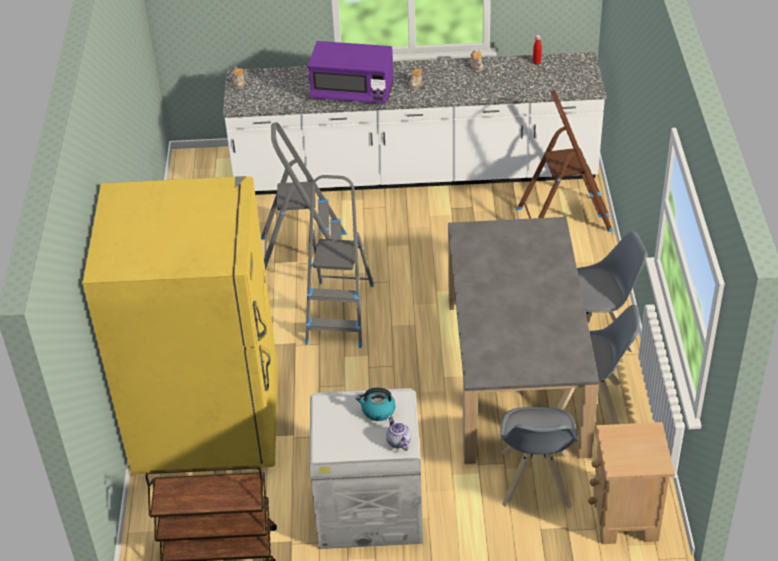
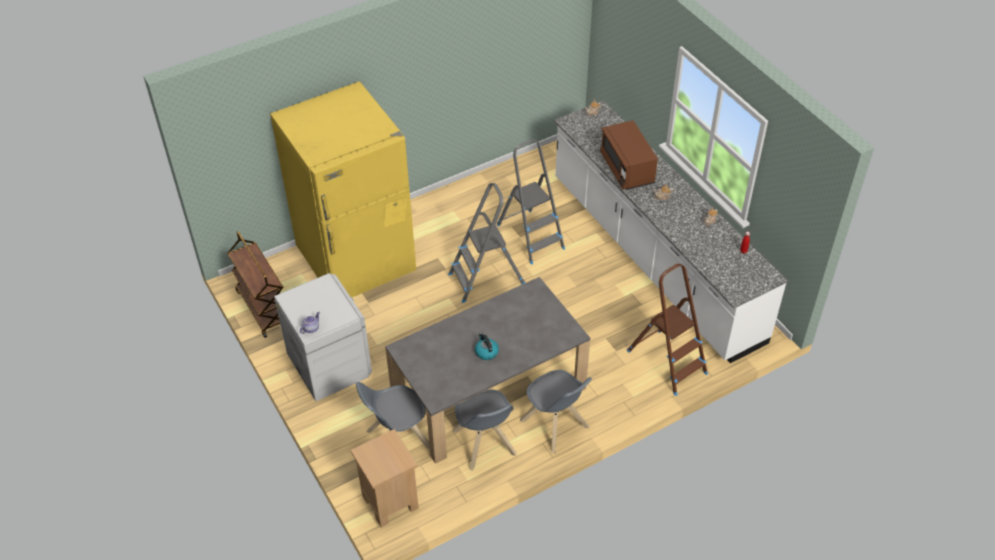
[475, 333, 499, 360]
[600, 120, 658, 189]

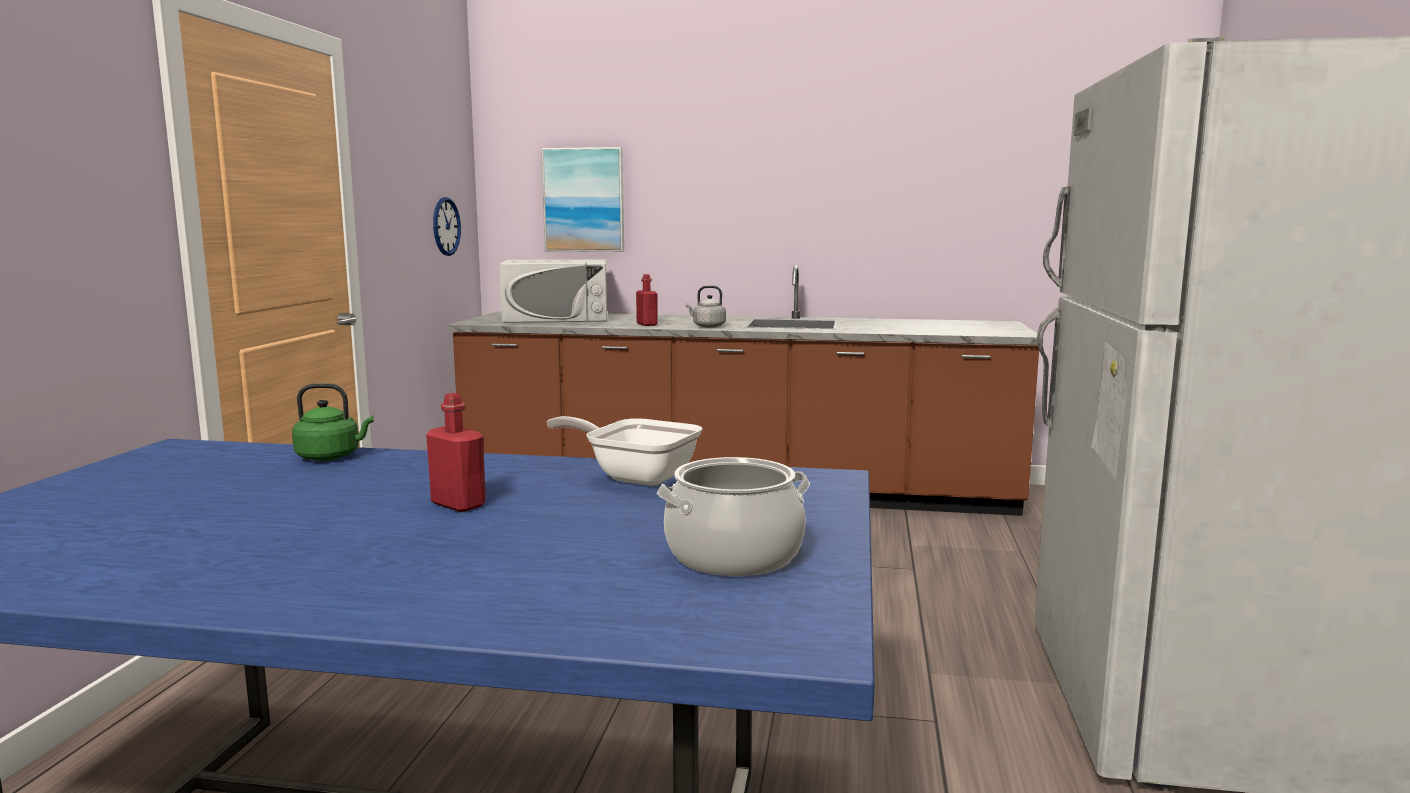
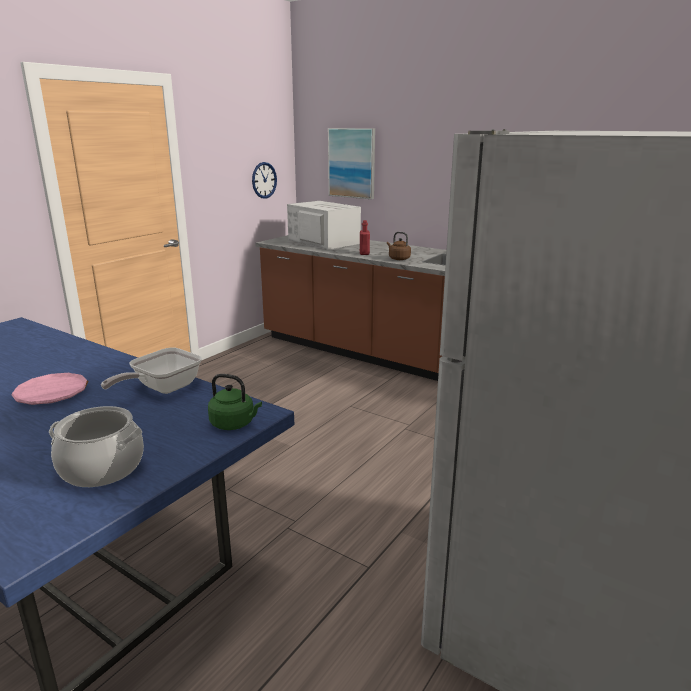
[11, 373, 88, 405]
[101, 348, 202, 394]
[208, 374, 262, 430]
[287, 201, 361, 249]
[387, 232, 411, 260]

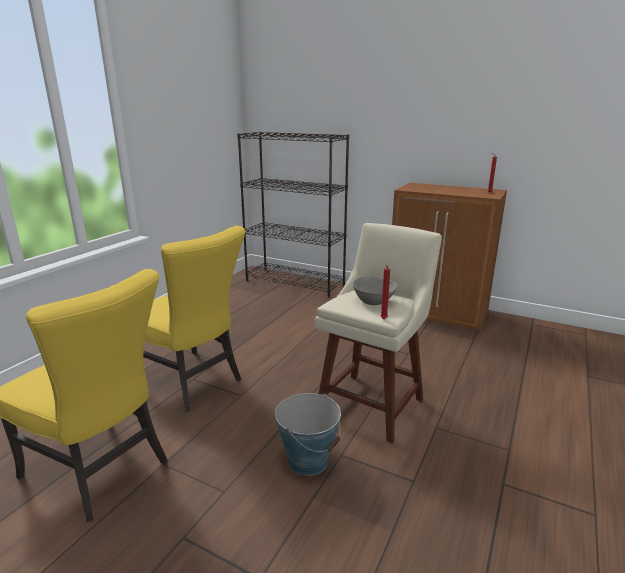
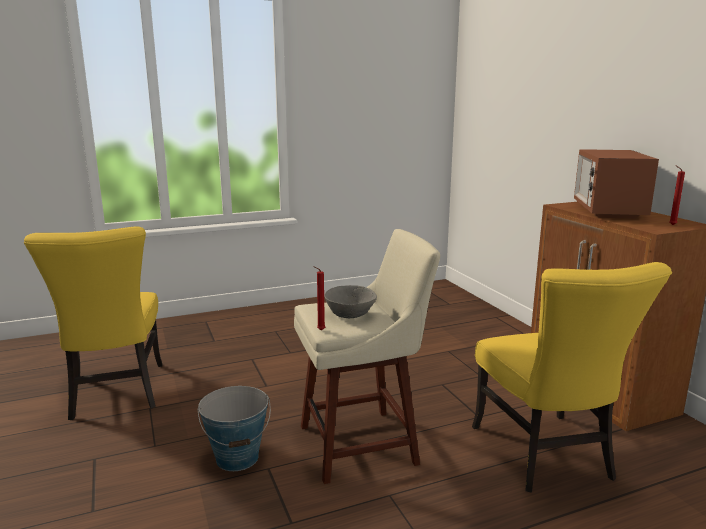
[472, 262, 672, 493]
[574, 149, 659, 219]
[237, 132, 349, 298] (first image)

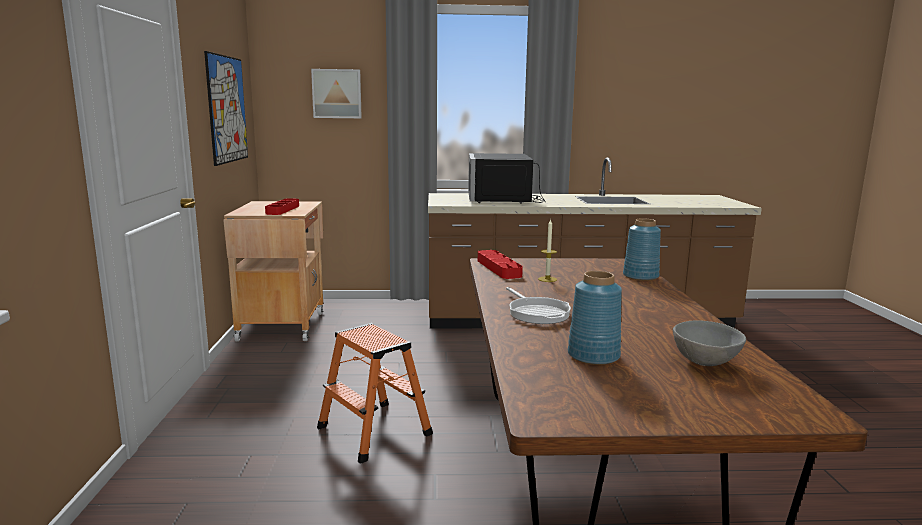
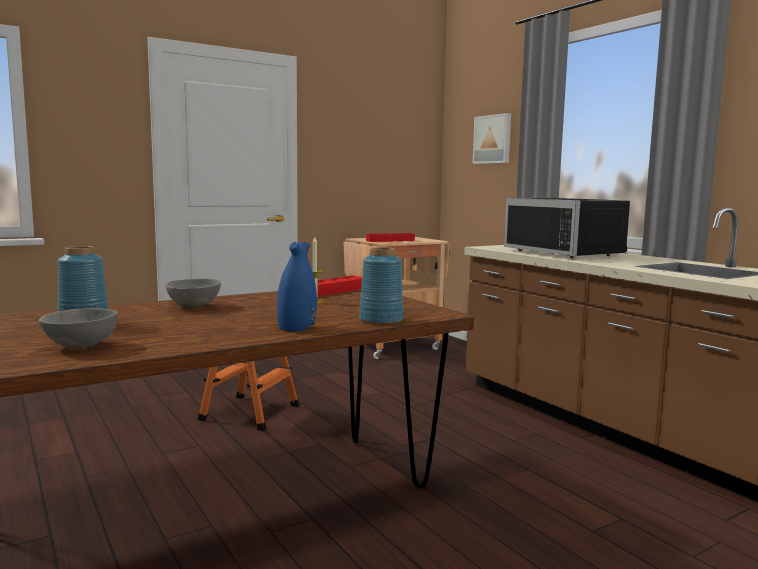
[165, 279, 221, 308]
[277, 242, 317, 332]
[504, 198, 630, 258]
[204, 51, 248, 166] (first image)

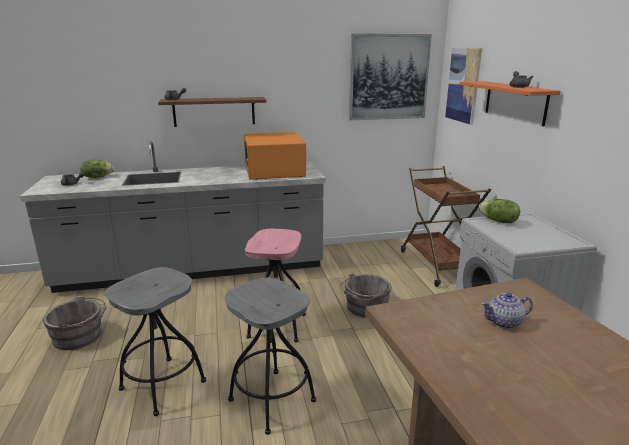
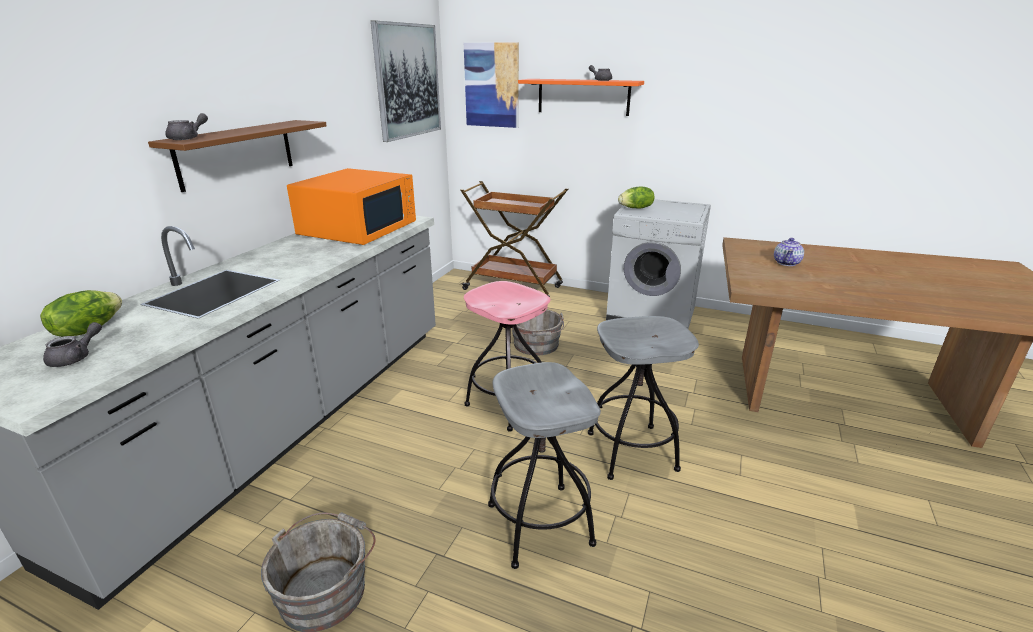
[287, 168, 416, 245]

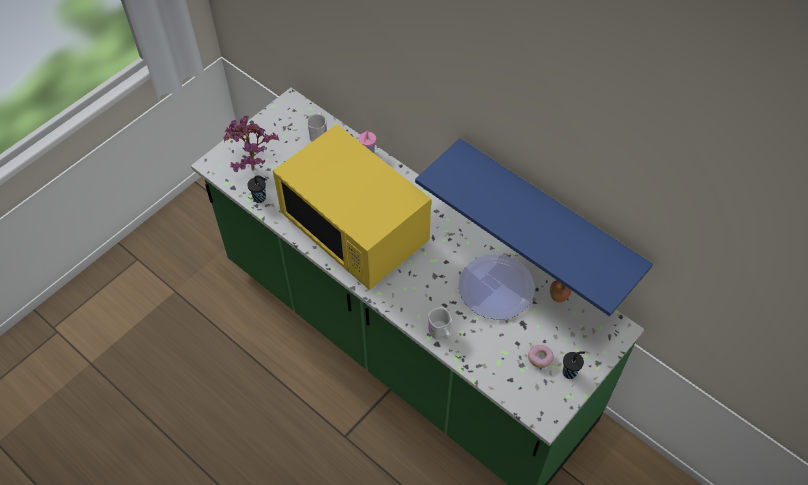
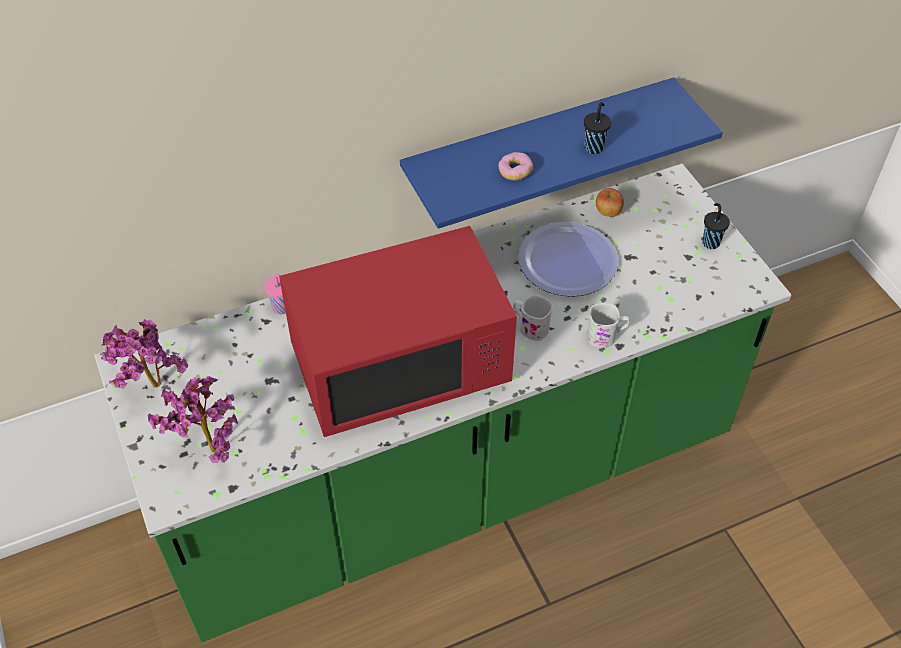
[101, 319, 188, 389]
[279, 226, 517, 437]
[498, 152, 533, 180]
[513, 295, 553, 341]
[584, 102, 611, 154]

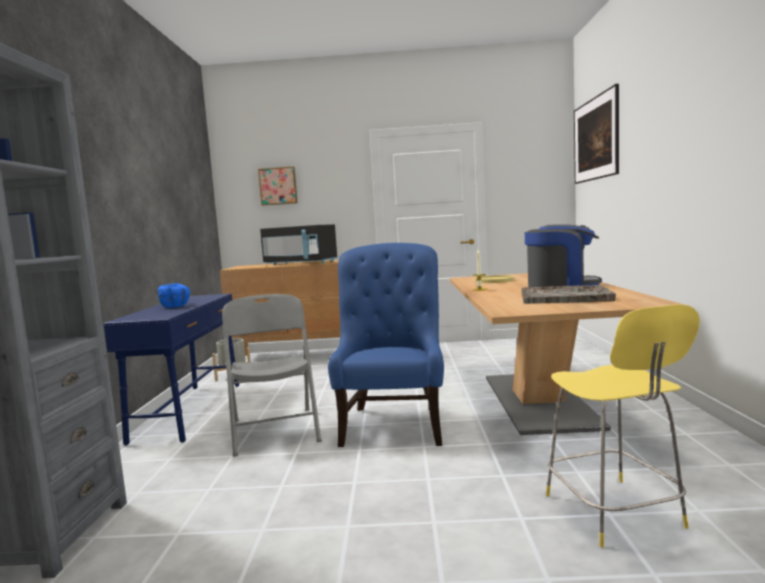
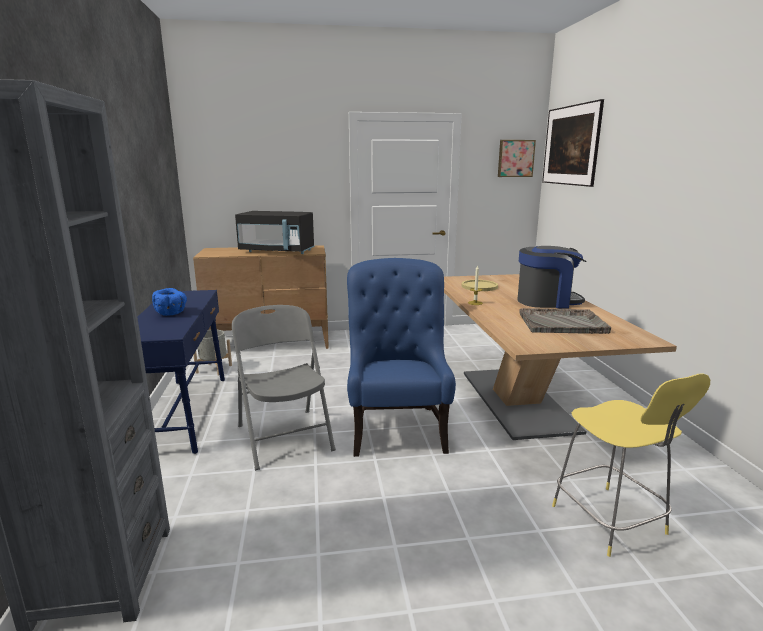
[498, 140, 536, 177]

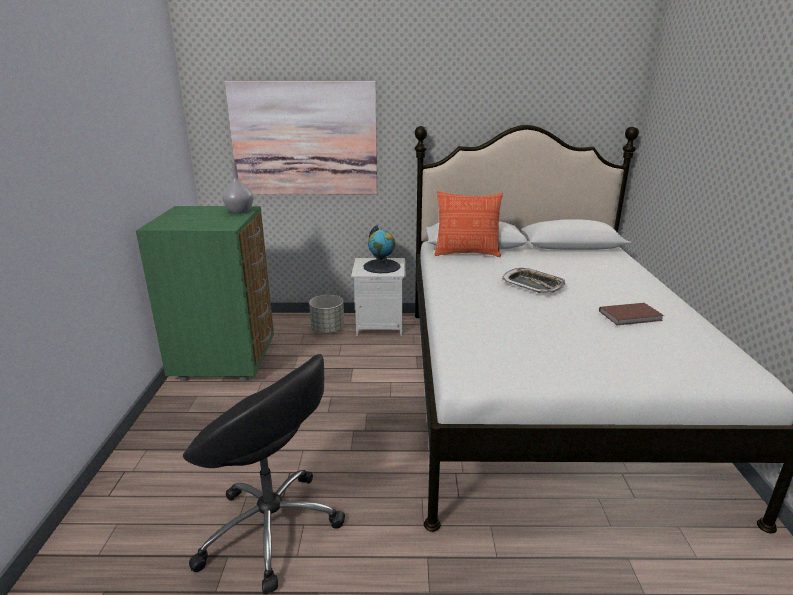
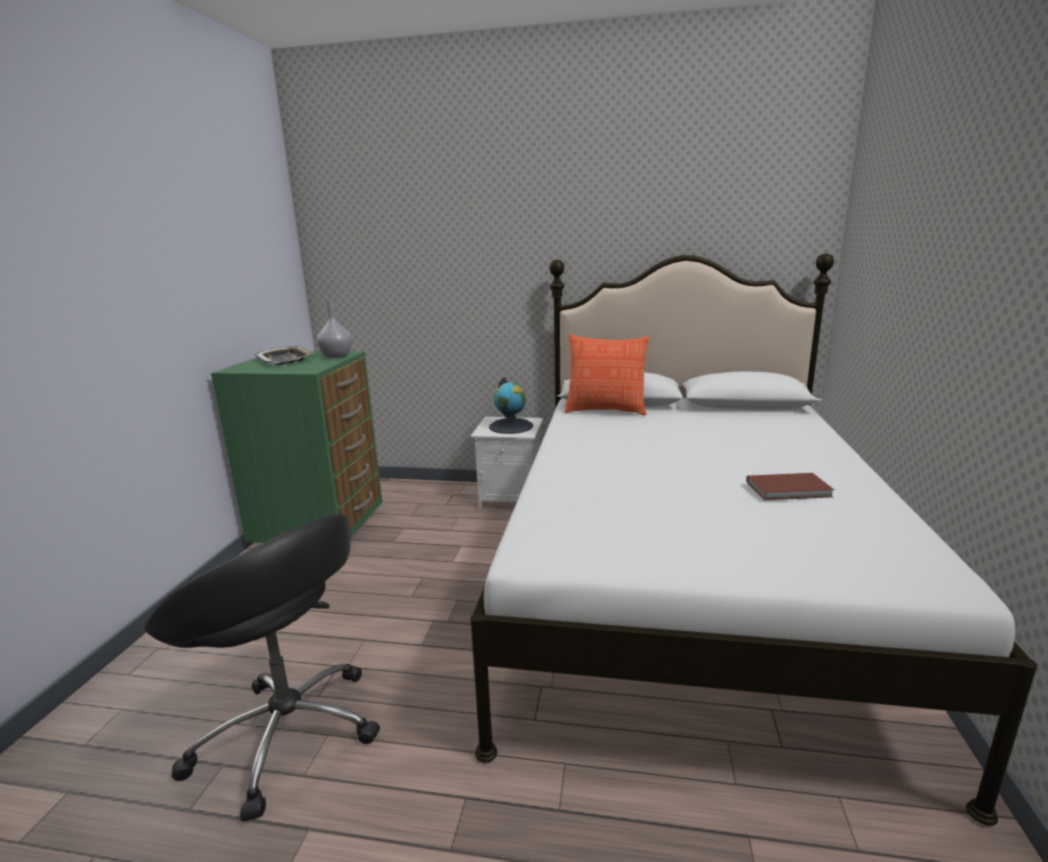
[255, 346, 314, 365]
[225, 81, 377, 194] (first image)
[309, 295, 344, 334] (first image)

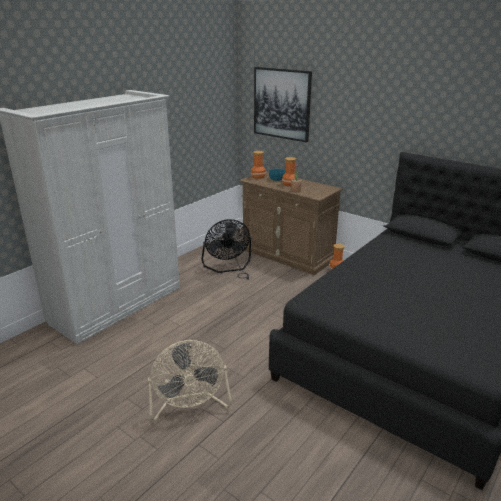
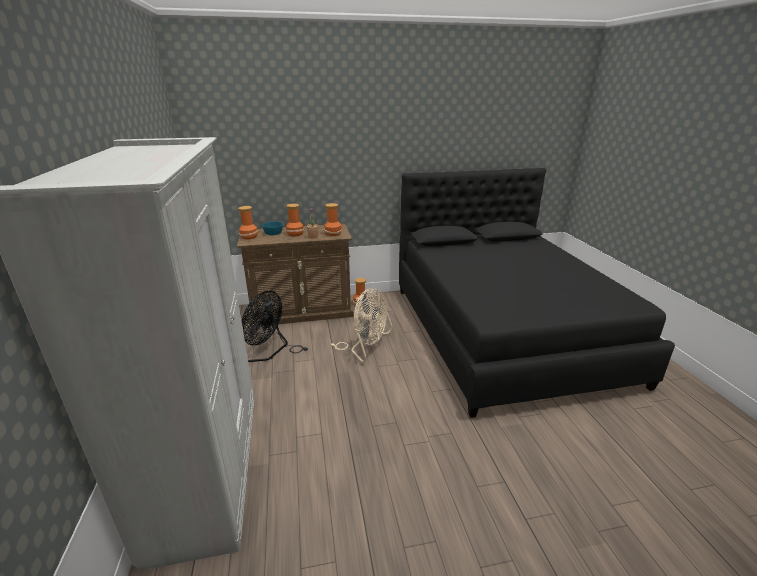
[324, 203, 342, 236]
[330, 288, 393, 364]
[254, 67, 312, 143] (first image)

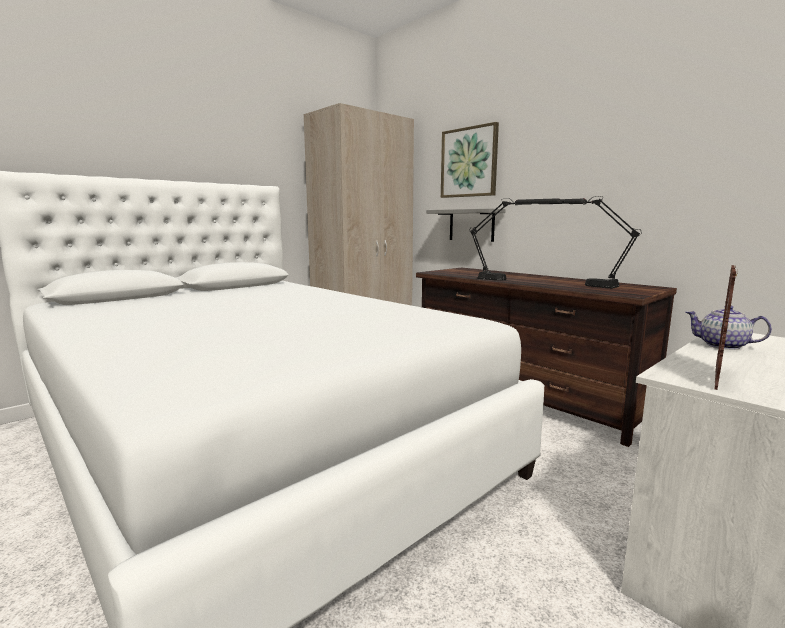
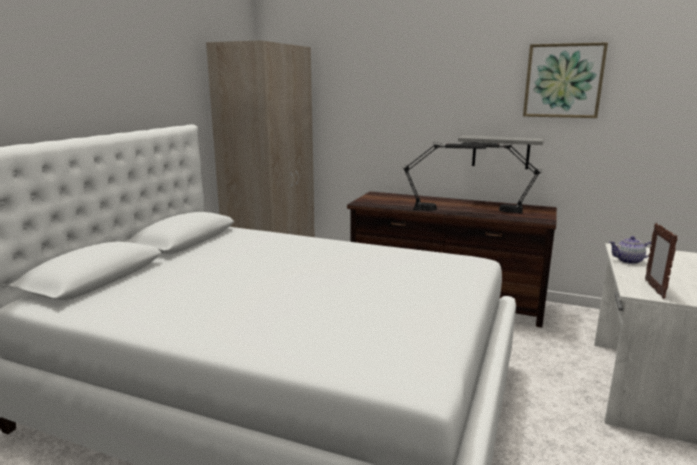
[458, 135, 544, 169]
[523, 42, 608, 118]

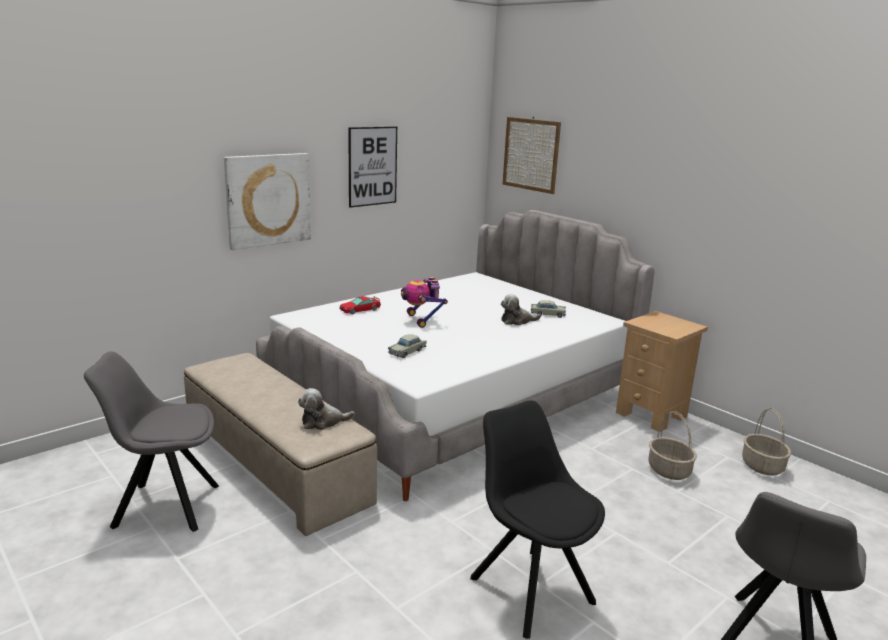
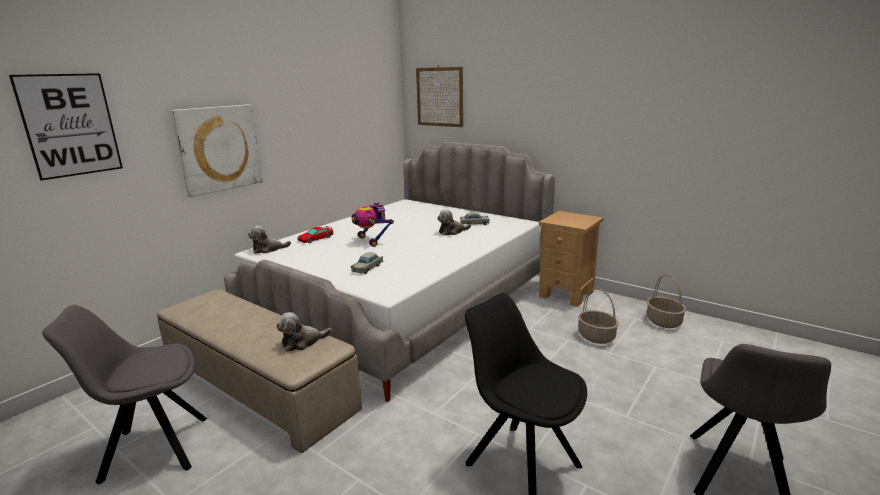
[9, 73, 123, 180]
[248, 226, 291, 254]

